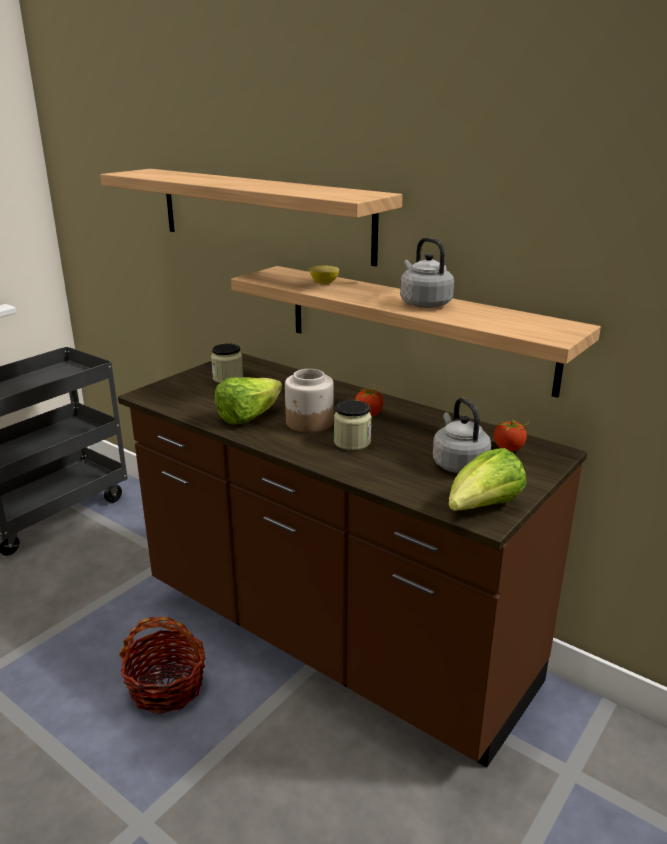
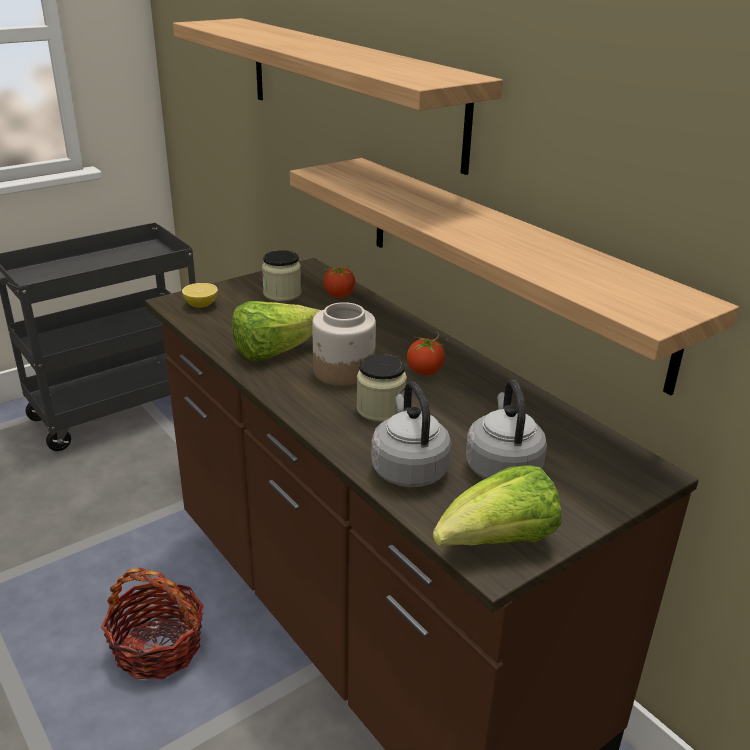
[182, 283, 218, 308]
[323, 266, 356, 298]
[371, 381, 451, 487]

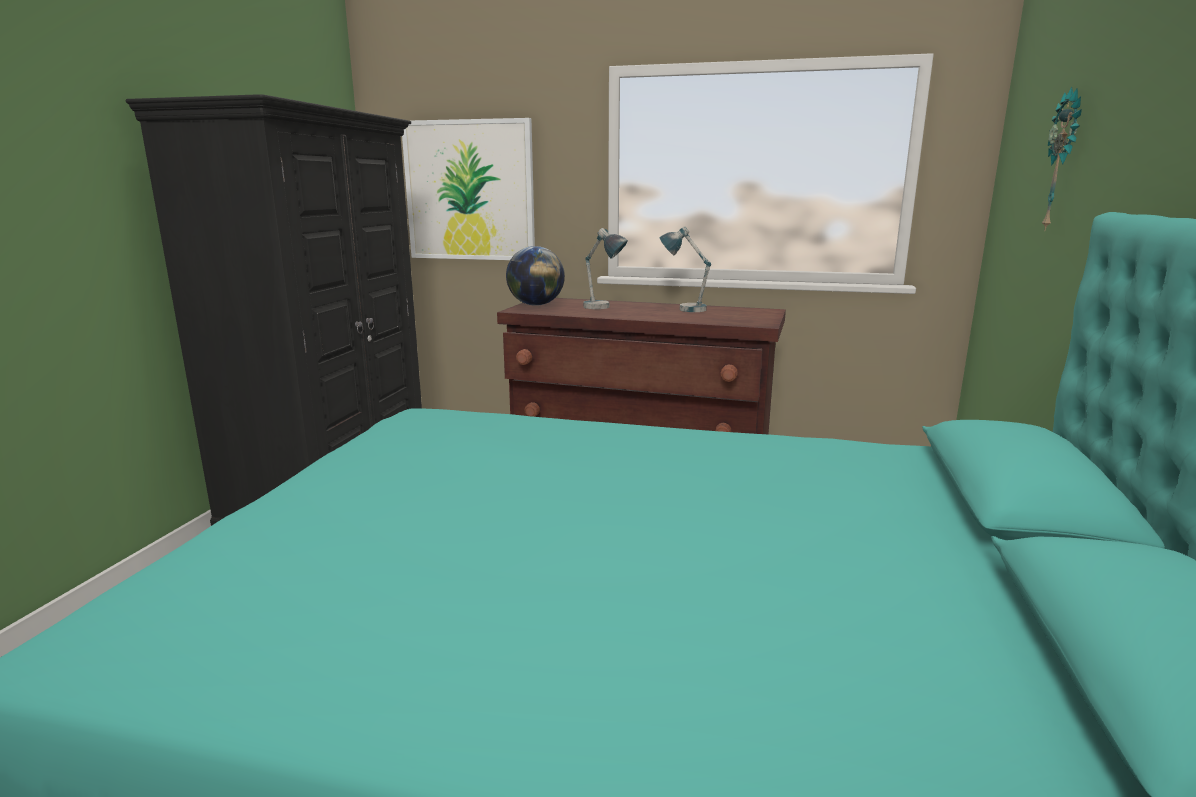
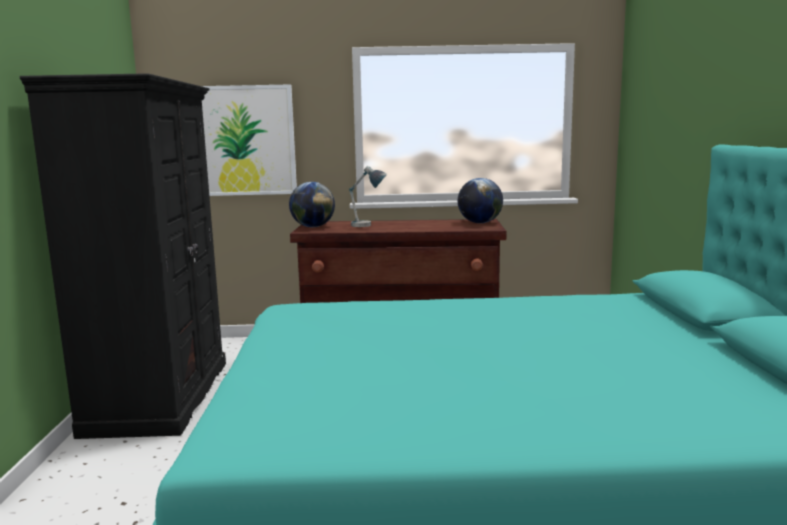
[458, 178, 503, 223]
[659, 226, 711, 312] (first image)
[1042, 87, 1082, 230] (first image)

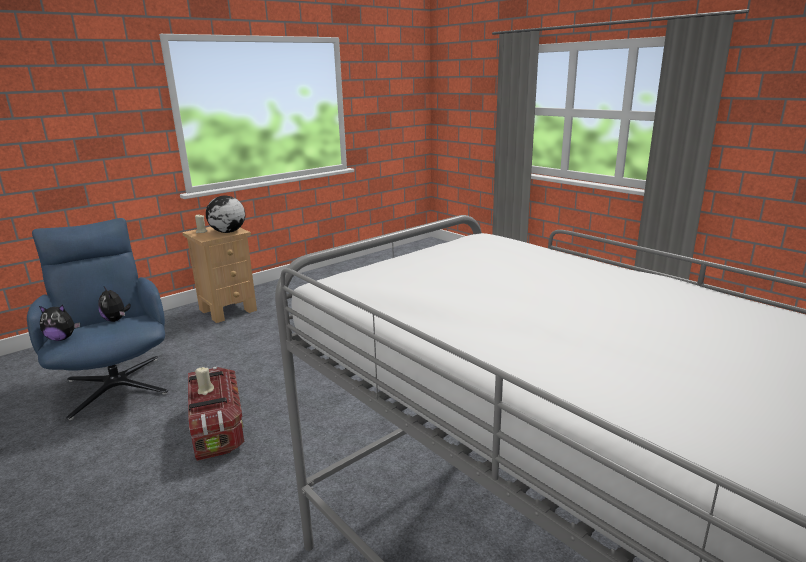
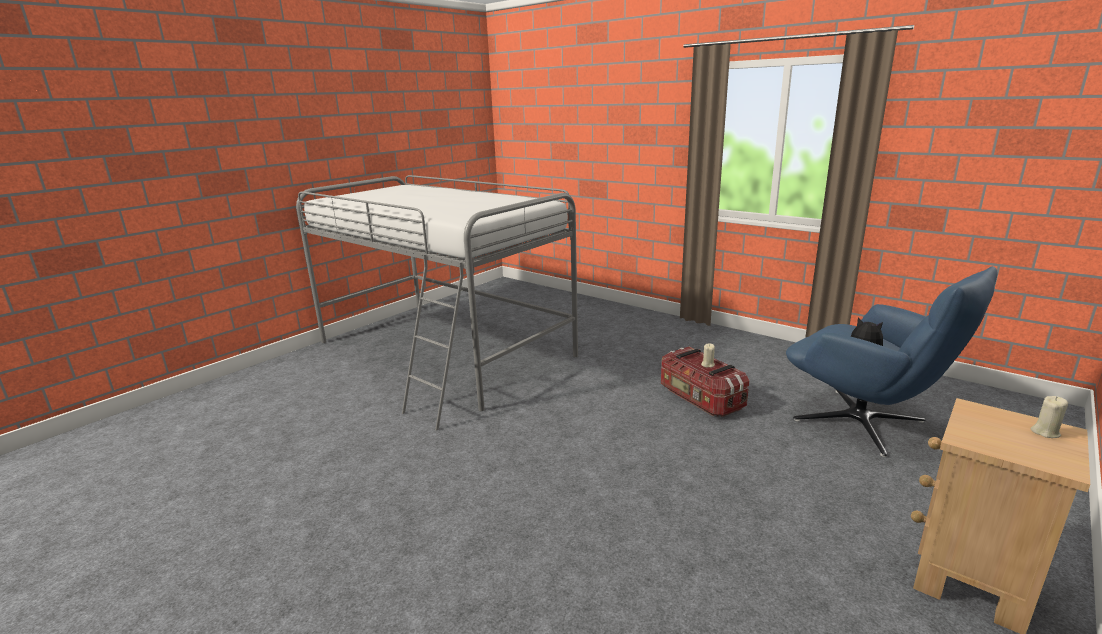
[39, 305, 80, 341] (first image)
[206, 196, 245, 233] (first image)

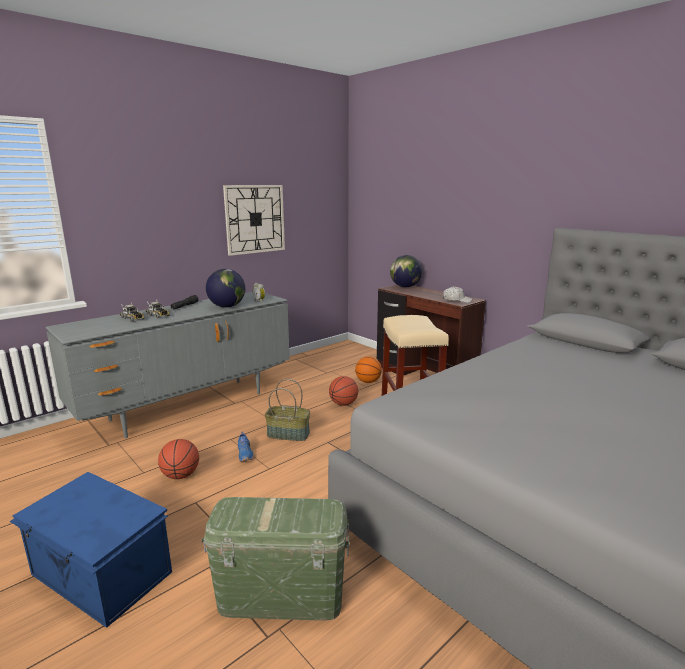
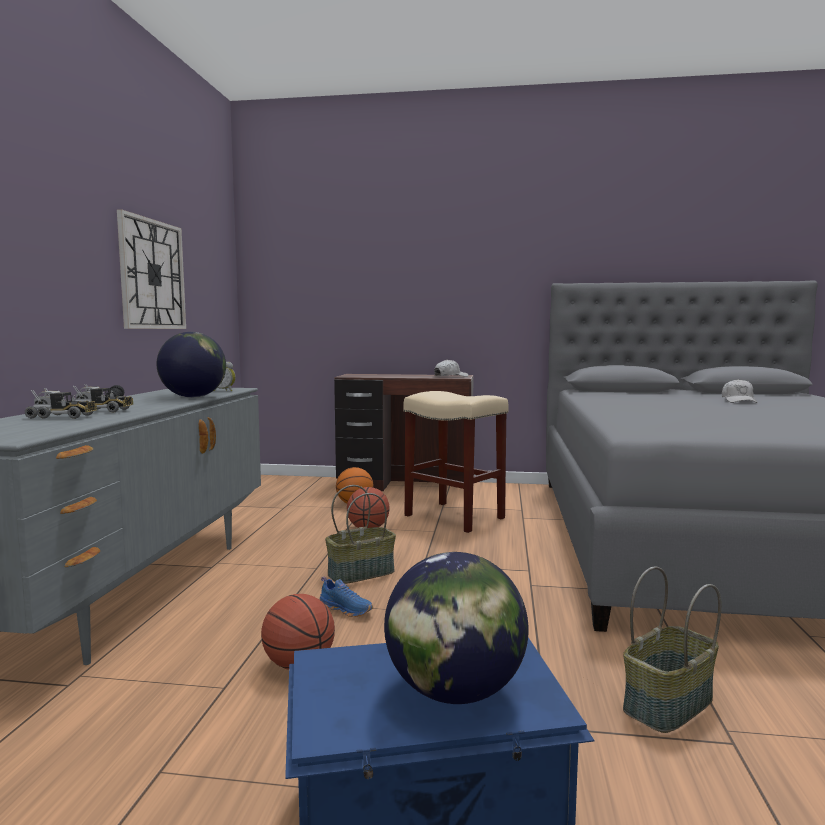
[384, 552, 528, 704]
[623, 566, 721, 733]
[722, 379, 758, 403]

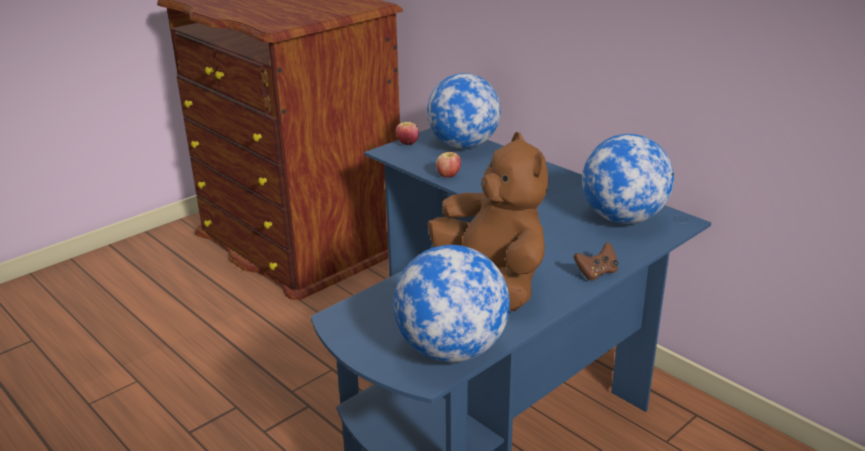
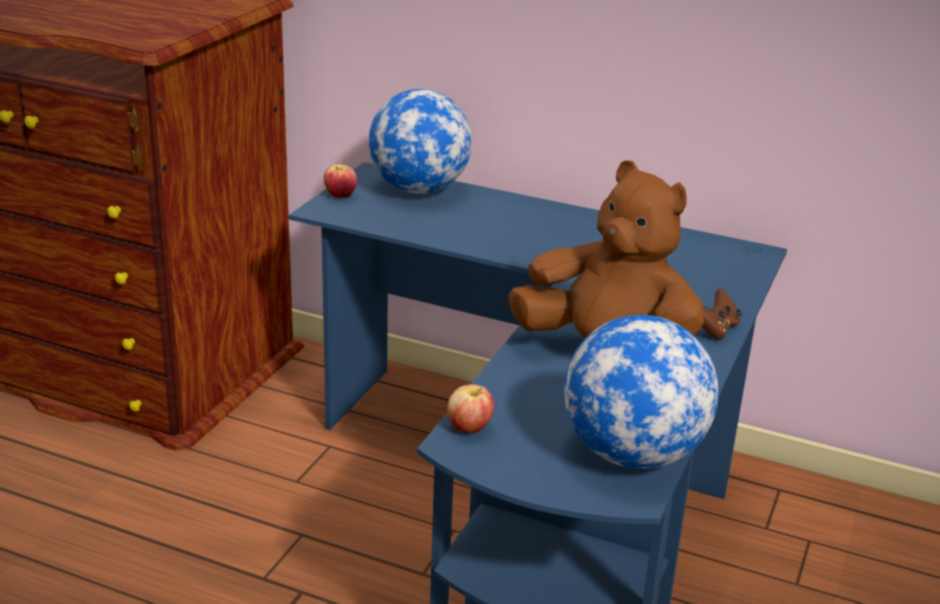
[447, 384, 494, 433]
[582, 134, 674, 224] (first image)

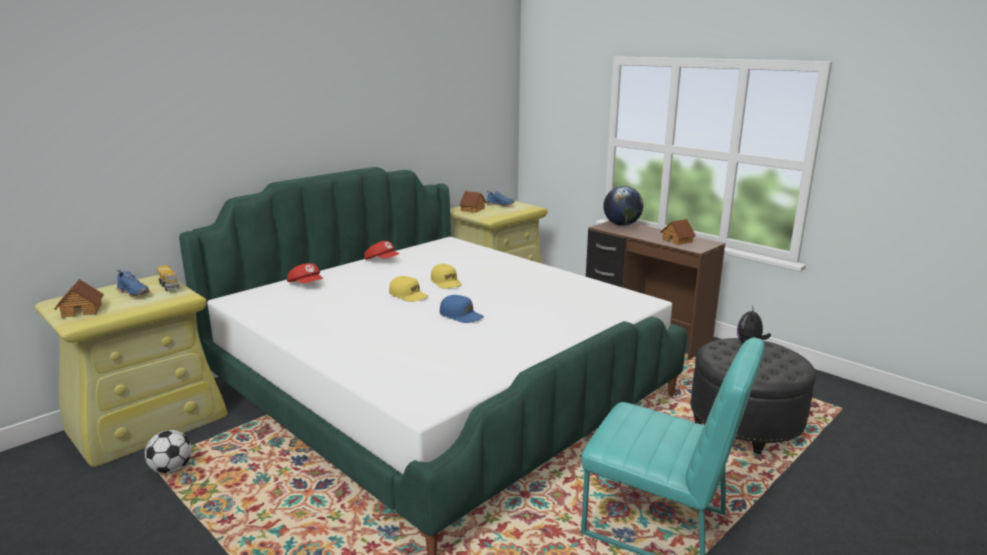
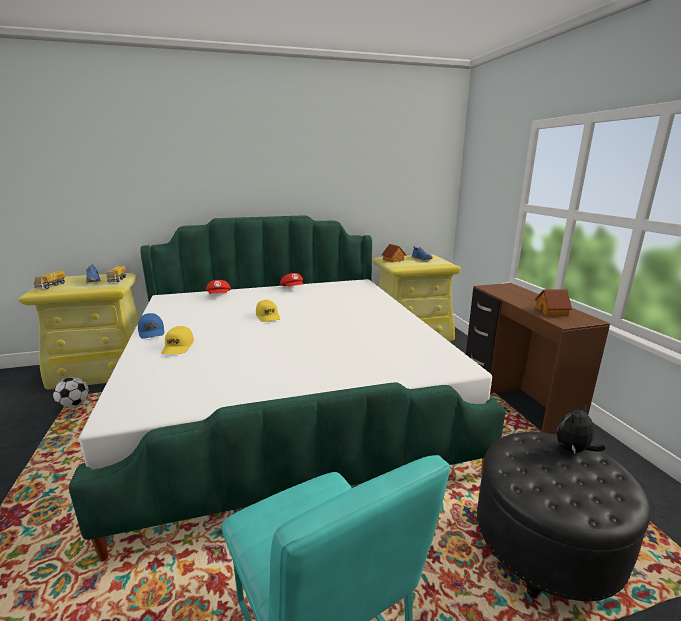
[34, 271, 65, 289]
[138, 313, 164, 338]
[161, 326, 194, 354]
[603, 186, 643, 226] (first image)

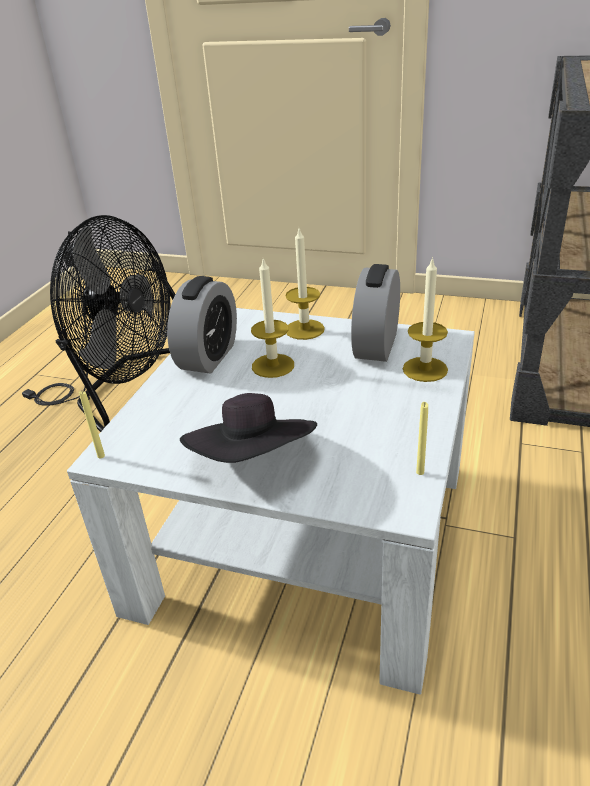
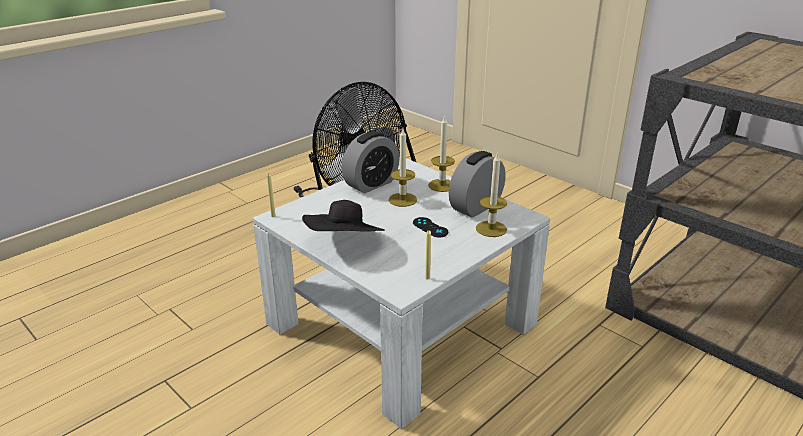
[413, 217, 448, 238]

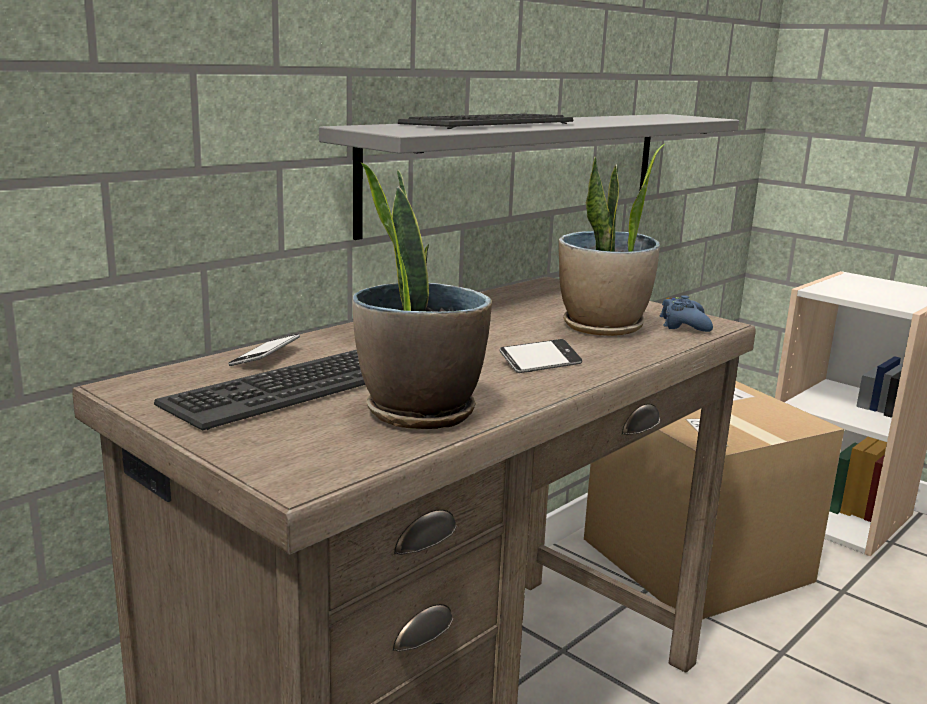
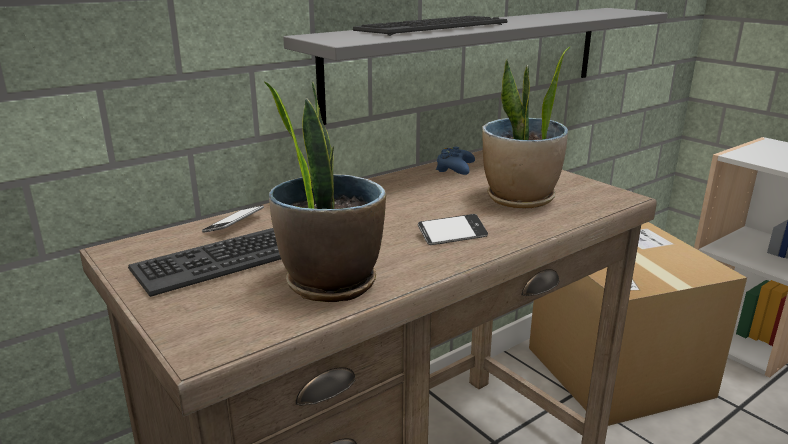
[436, 147, 475, 175]

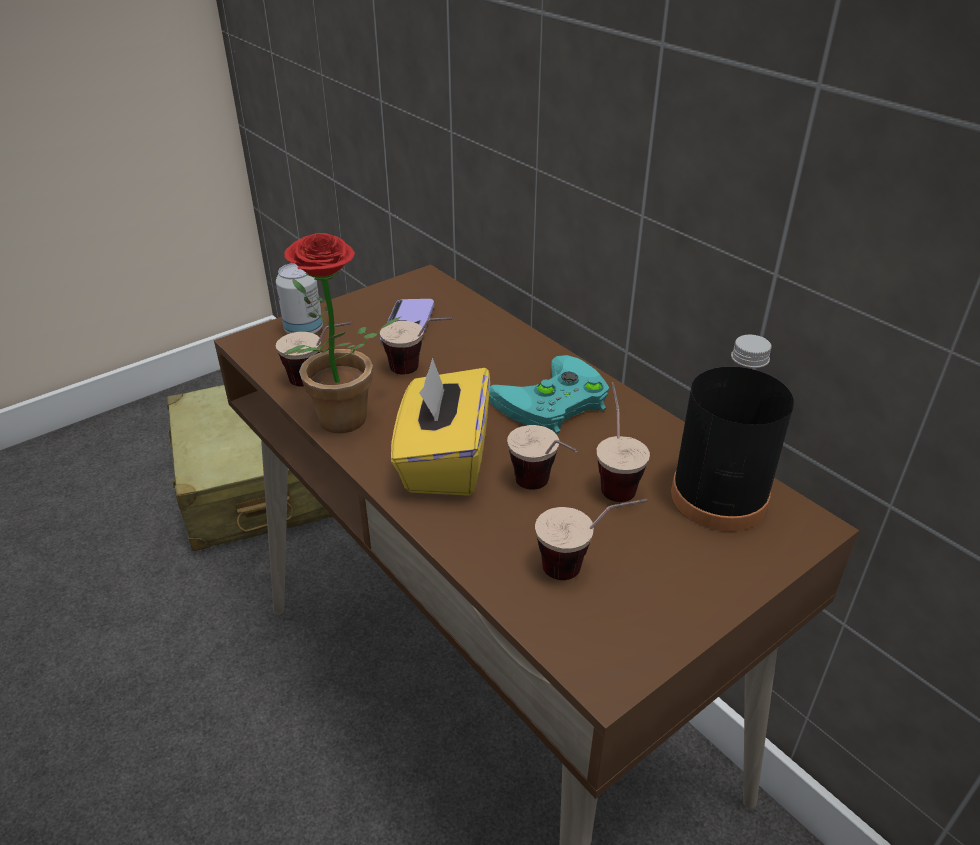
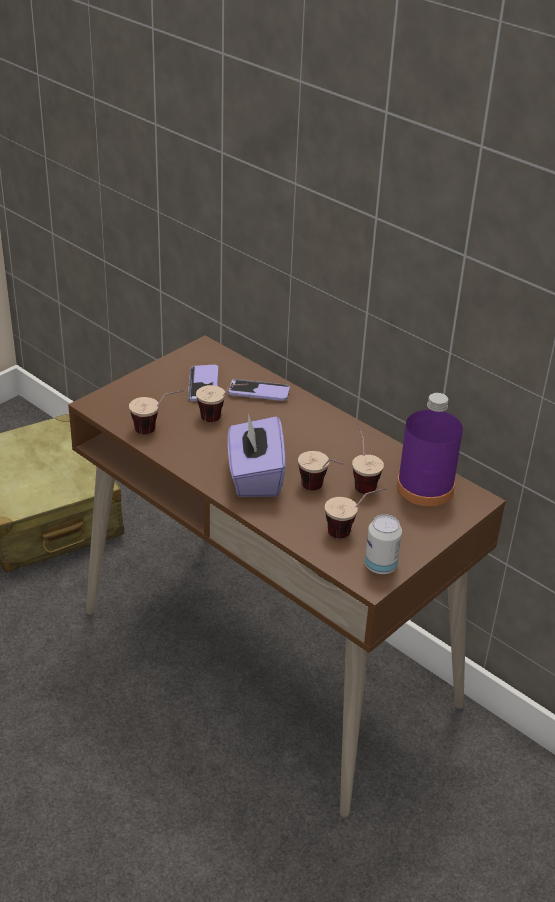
[228, 379, 290, 401]
[228, 414, 286, 497]
[365, 514, 402, 574]
[397, 393, 463, 506]
[283, 233, 402, 433] (first image)
[489, 355, 609, 434] (first image)

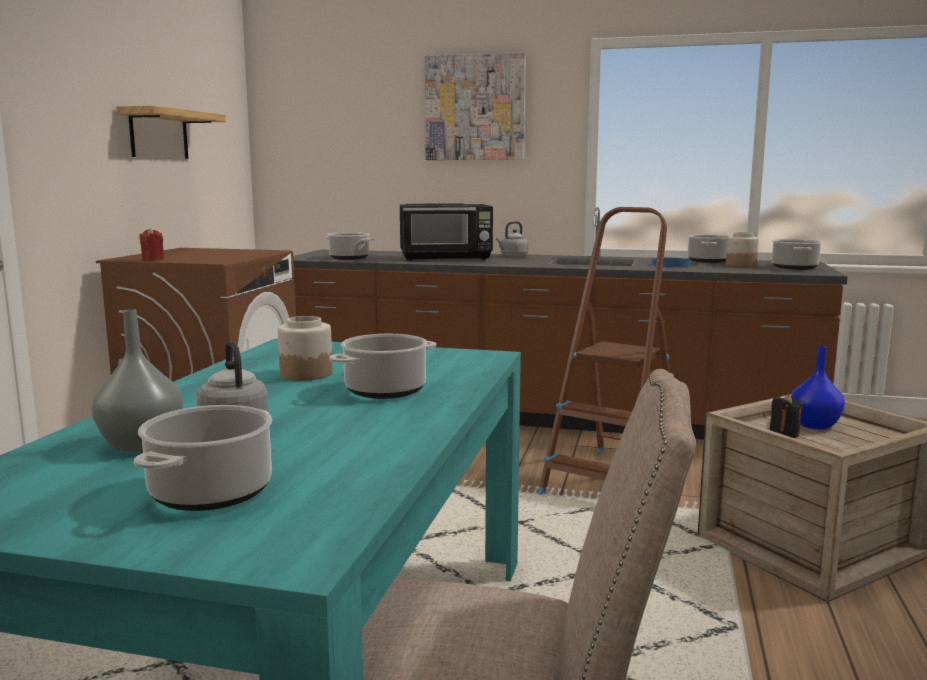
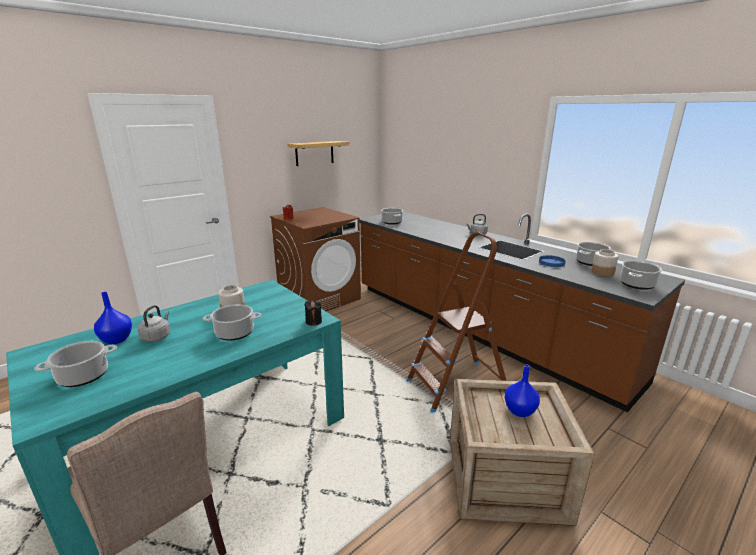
[94, 292, 132, 344]
[304, 301, 322, 326]
[400, 203, 493, 261] (first image)
[425, 52, 526, 160] (first image)

